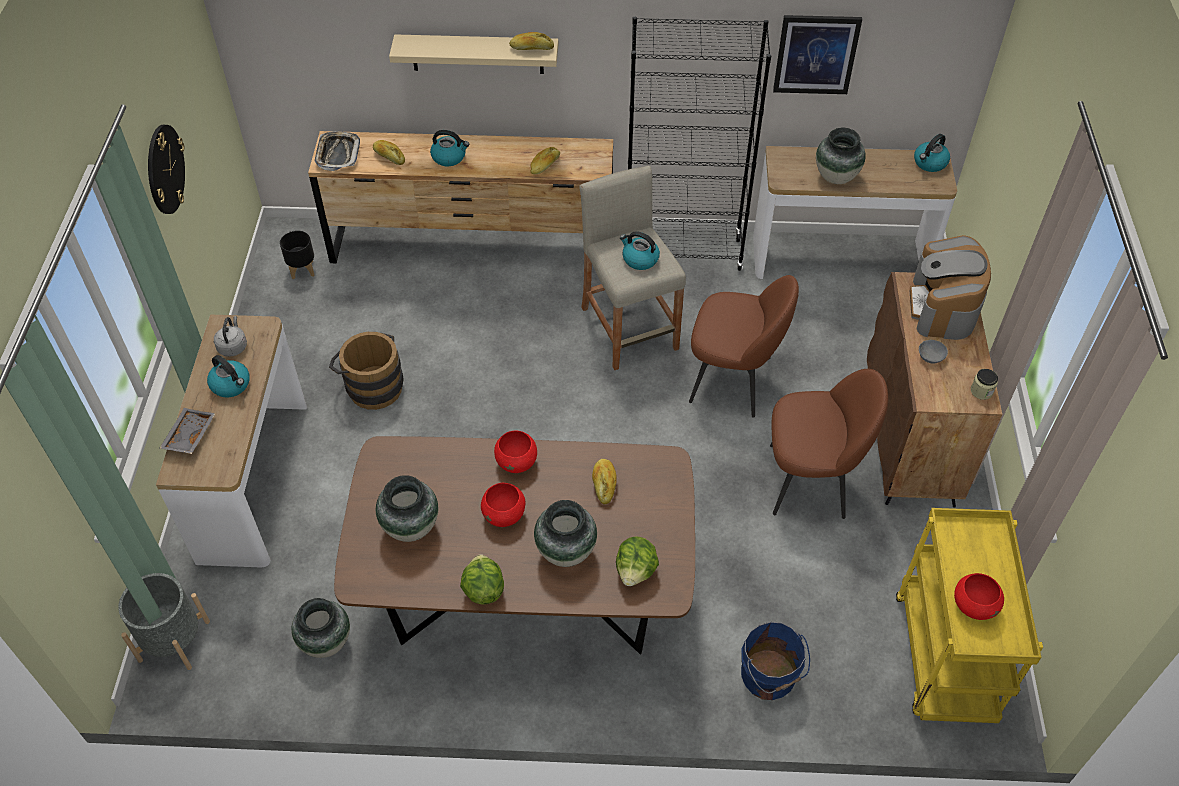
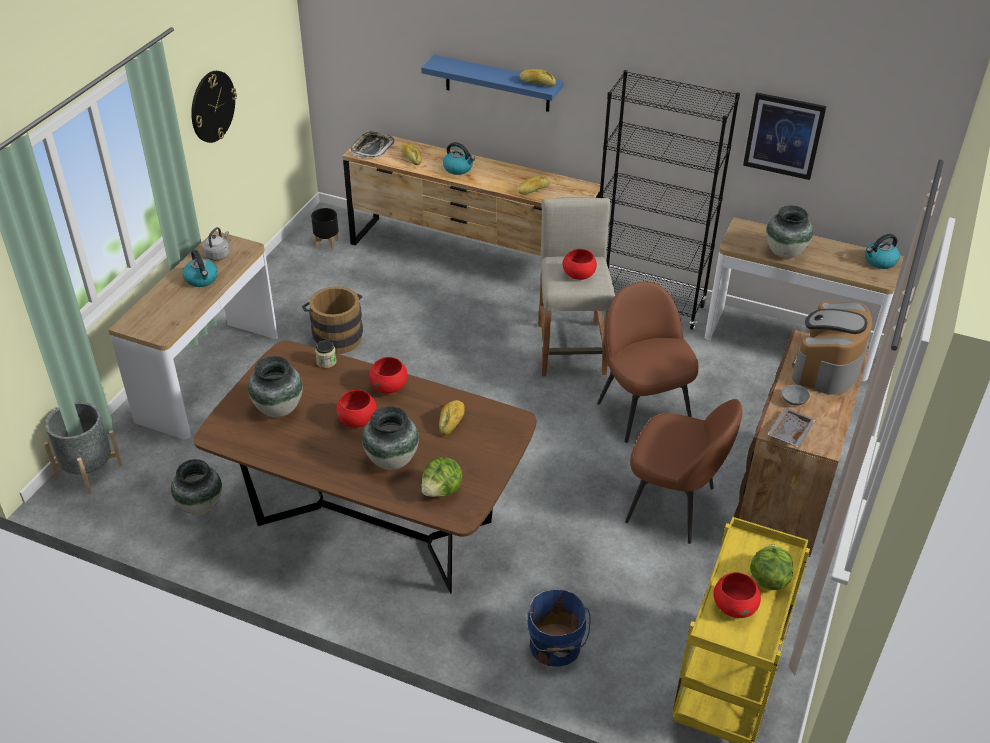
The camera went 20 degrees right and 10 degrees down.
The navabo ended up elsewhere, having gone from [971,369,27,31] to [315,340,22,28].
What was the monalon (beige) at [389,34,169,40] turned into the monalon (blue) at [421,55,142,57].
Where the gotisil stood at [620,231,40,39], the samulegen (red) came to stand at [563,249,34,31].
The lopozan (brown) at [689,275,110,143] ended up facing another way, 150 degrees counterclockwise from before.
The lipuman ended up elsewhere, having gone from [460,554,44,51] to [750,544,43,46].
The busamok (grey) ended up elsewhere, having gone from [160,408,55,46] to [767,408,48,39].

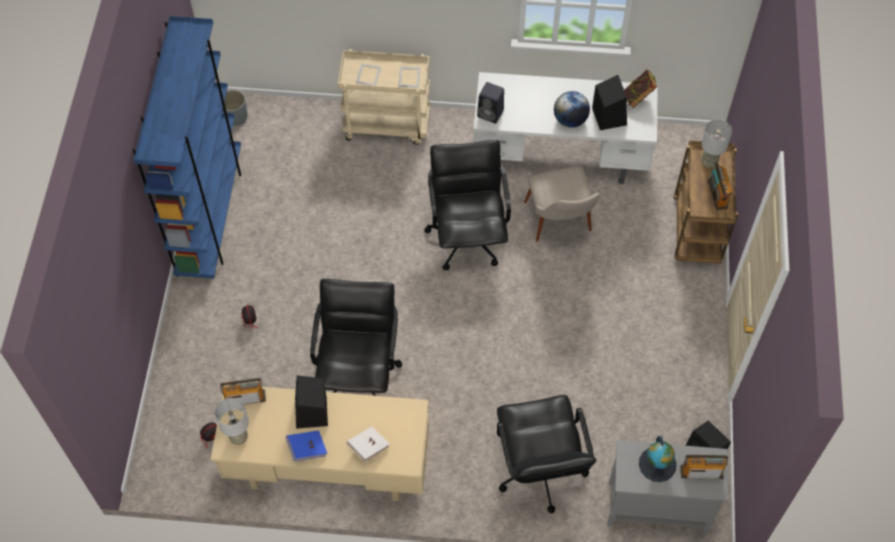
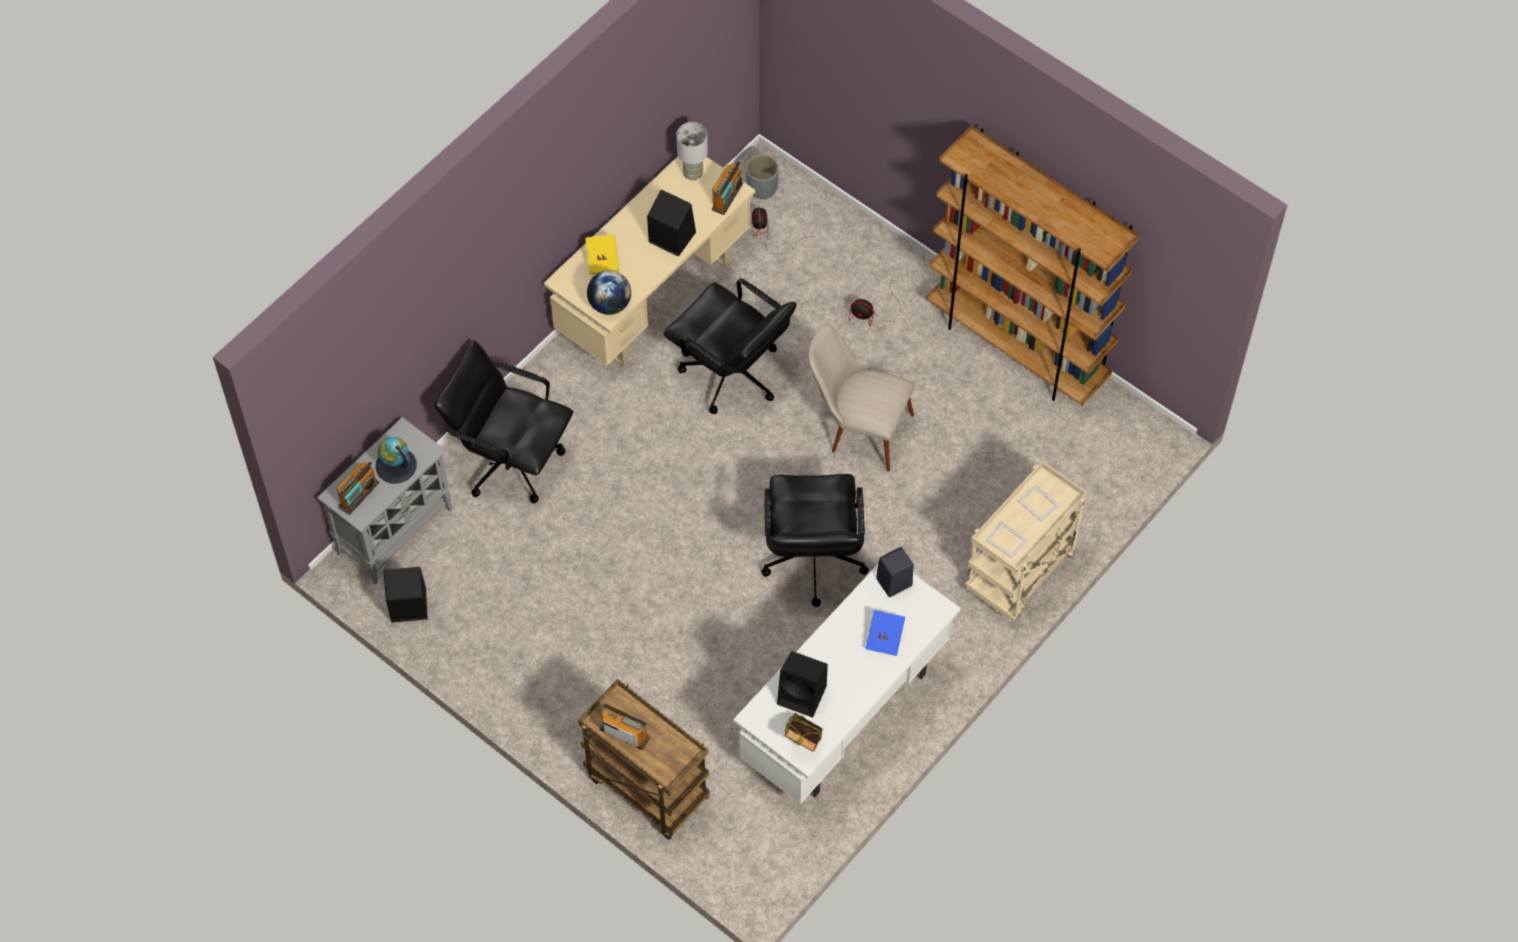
The camera went 125 degrees right and 0 degrees up.
What was the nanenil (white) at [346,427,44,35] turned into the nanenil (yellow) at [585,234,34,41].
The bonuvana ended up elsewhere, having gone from [554,91,36,37] to [587,270,44,45].
The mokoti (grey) ended up elsewhere, having gone from [222,90,26,36] to [746,154,33,46].
The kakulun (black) at [424,140,87,130] ended up facing another way, 60 degrees clockwise from before.
The lopozan (beige) ended up elsewhere, having gone from [524,166,76,76] to [808,324,106,148].
The nanenil (blue) ended up elsewhere, having gone from [286,430,41,32] to [865,610,40,46].
What was the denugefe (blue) at [133,16,108,263] turned into the denugefe (brown) at [926,125,214,281].
The second view lost the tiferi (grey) at [701,119,31,49].

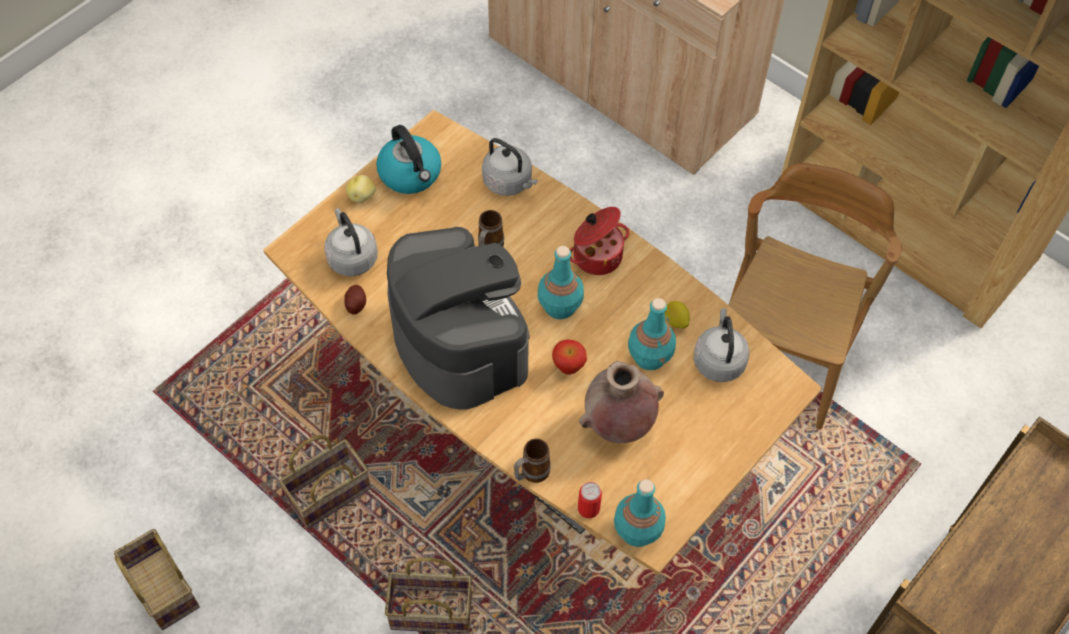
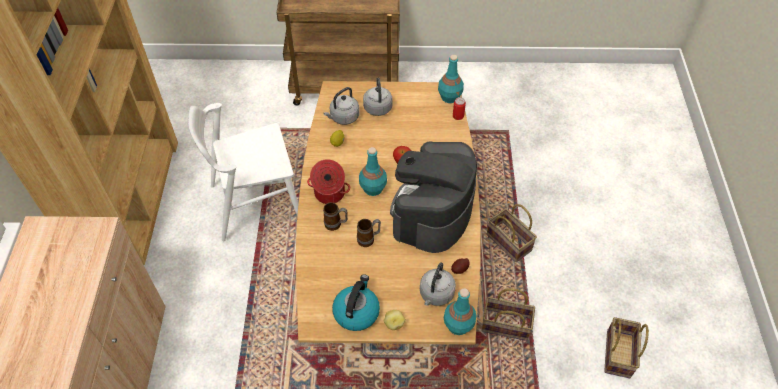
The camera went 130 degrees left and 5 degrees down.
What was the lopozan (brown) at [729,163,173,267] turned into the lopozan (white) at [188,103,110,138].
The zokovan ended up elsewhere, having gone from [514,438,37,45] to [323,202,24,29].
The gotisil (grey) ended up elsewhere, having gone from [482,138,56,58] to [363,77,30,39].
The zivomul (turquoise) ended up elsewhere, having gone from [628,298,48,72] to [444,288,32,47].
The second view lost the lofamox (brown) at [579,361,85,82].

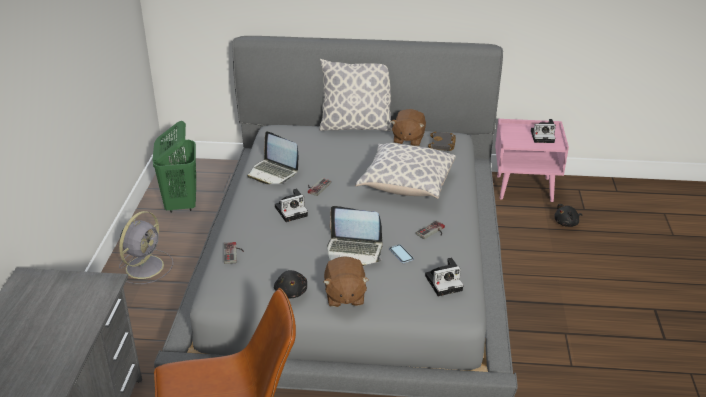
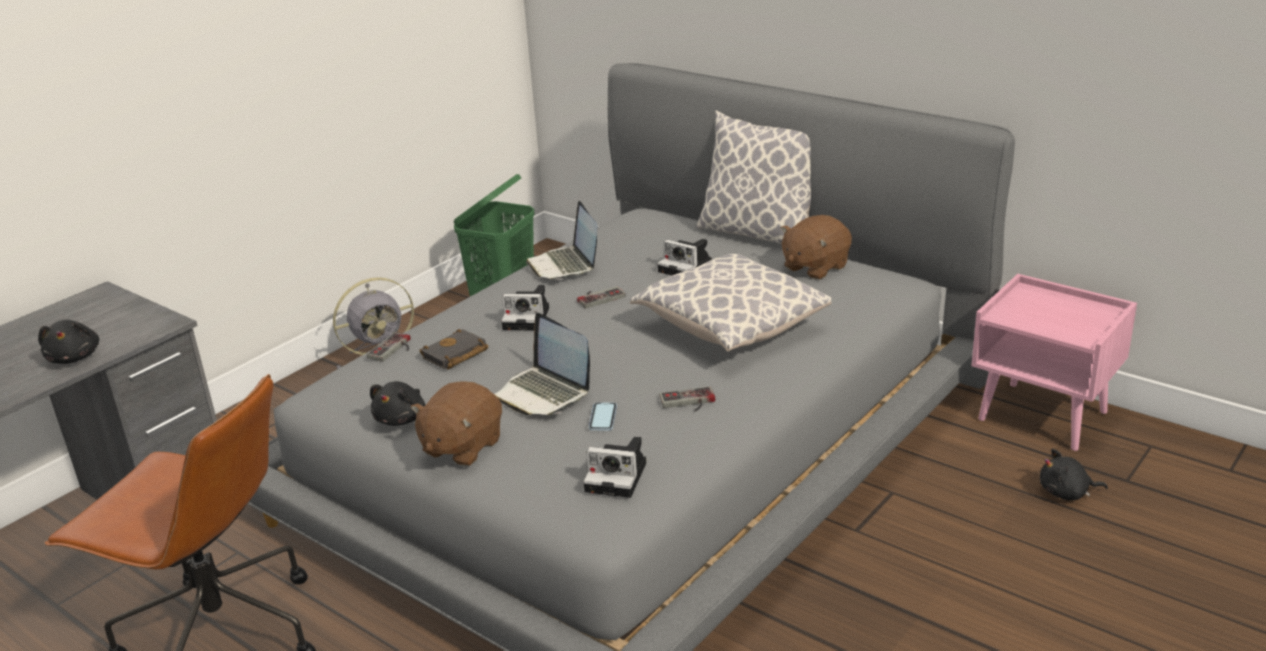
The camera went 35 degrees right and 5 degrees down.
The second view gained the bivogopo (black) at [38,320,61,44].
The nanenil (black) ended up elsewhere, having gone from [428,132,28,19] to [419,329,69,41].
The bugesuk ended up elsewhere, having gone from [531,119,25,24] to [657,239,55,37].

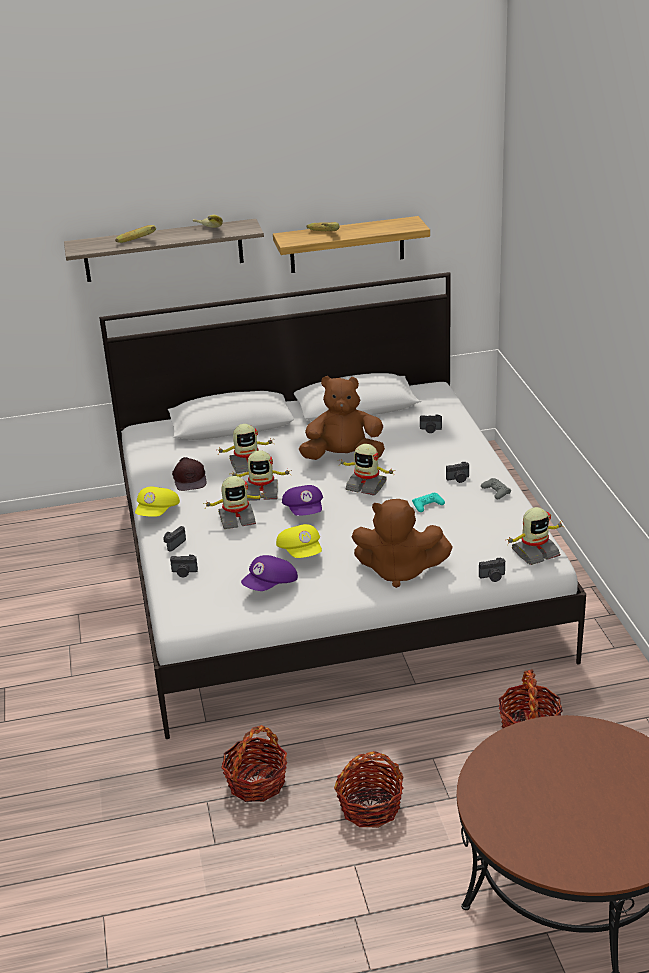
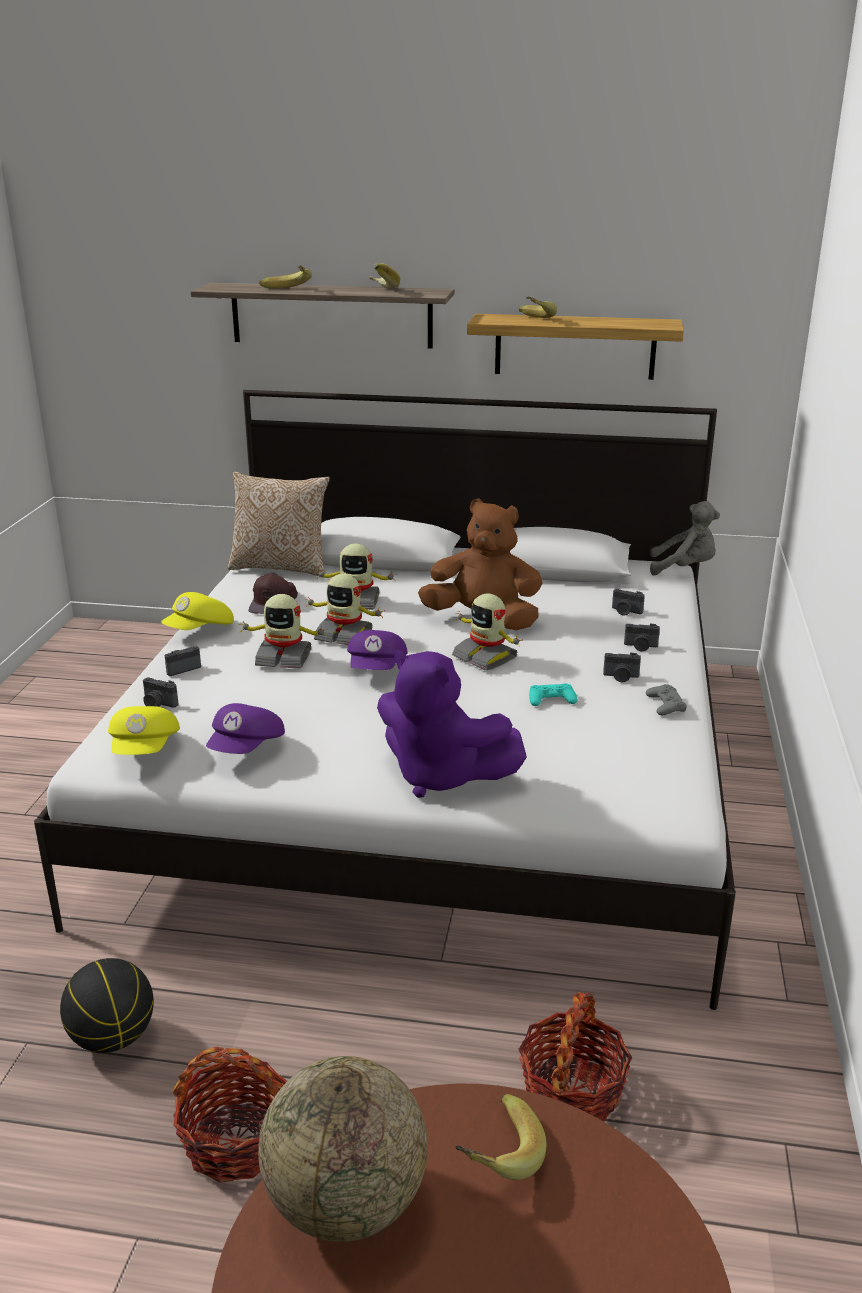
The camera went 20 degrees right and 5 degrees down.
Where the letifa stood at [221,725,66,77], the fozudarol came to stand at [60,958,94,95].
The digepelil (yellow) ended up elsewhere, having gone from [276,524,46,34] to [108,706,72,49].
The digepelil (purple) at [241,555,57,36] ended up facing another way, 45 degrees counterclockwise from before.
The second view gained the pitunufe at [228,472,102,104].
The second view gained the bonuvana at [258,1056,170,186].
What was the bivogopo (brown) at [352,499,101,89] turned into the bivogopo (purple) at [377,650,150,148].
The second view gained the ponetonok at [455,1094,91,86].
The bugesuk ended up elsewhere, having gone from [479,558,26,24] to [624,623,36,28].
The second view gained the bivogopo (grey) at [650,501,70,75].
The second view lost the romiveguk at [507,507,57,58].

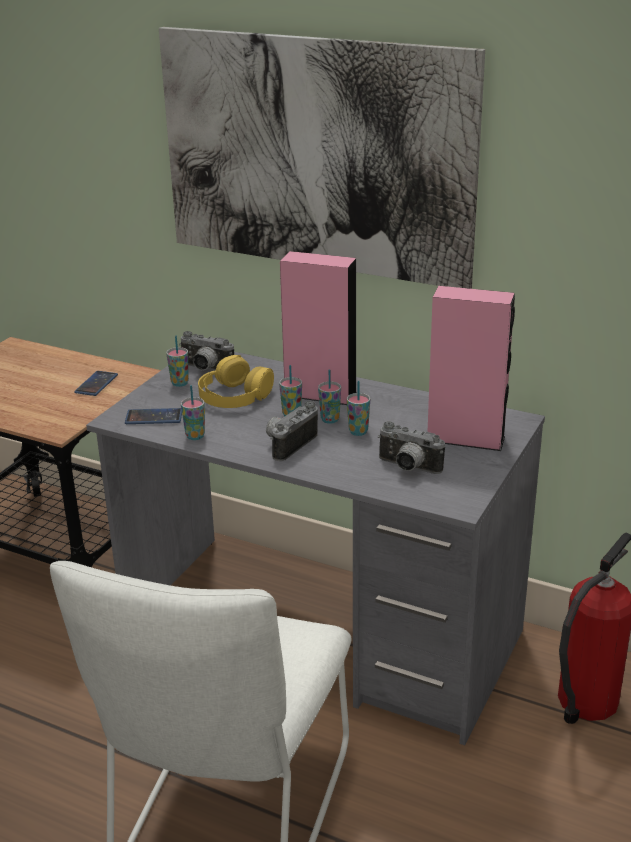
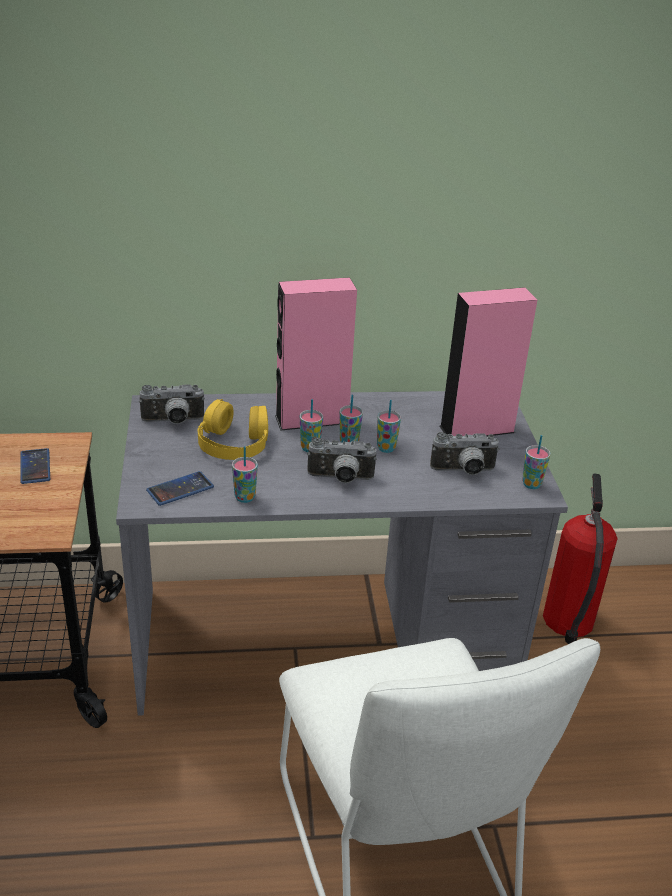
The camera went 35 degrees left and 5 degrees up.
The bugesuk at [266,401,52,60] ended up facing another way, 90 degrees counterclockwise from before.
The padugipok ended up elsewhere, having gone from [166,336,23,51] to [522,435,29,54].
The second view lost the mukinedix at [159,27,326,262].

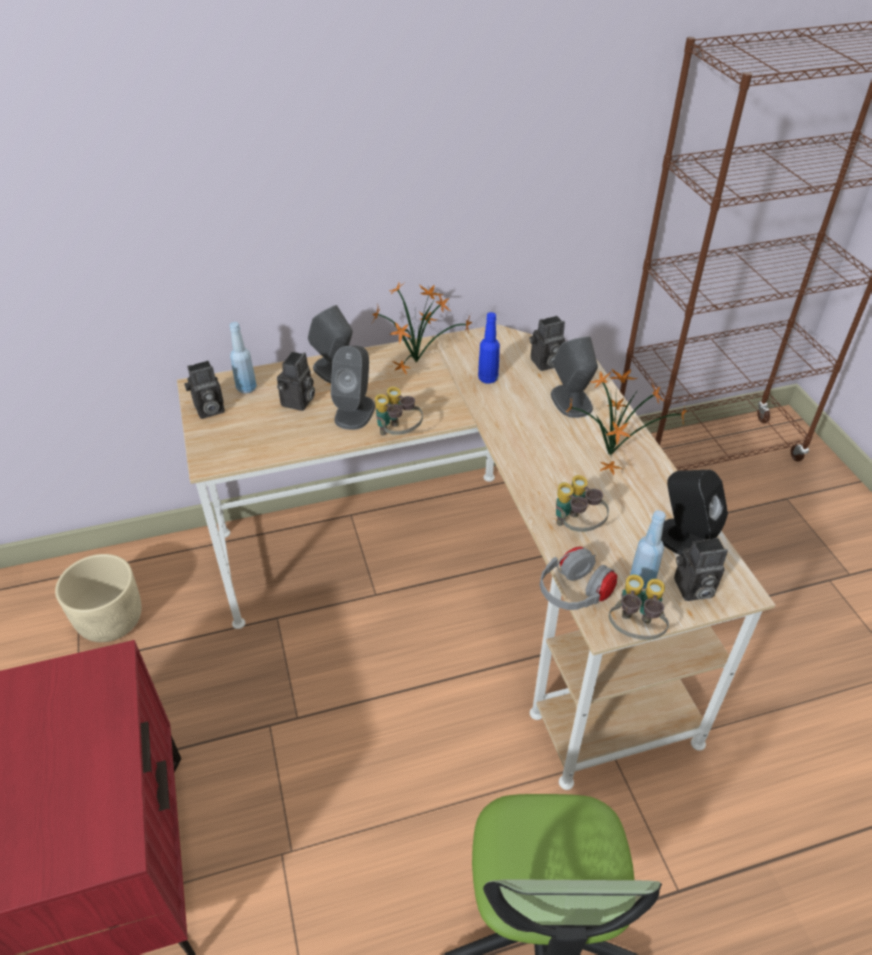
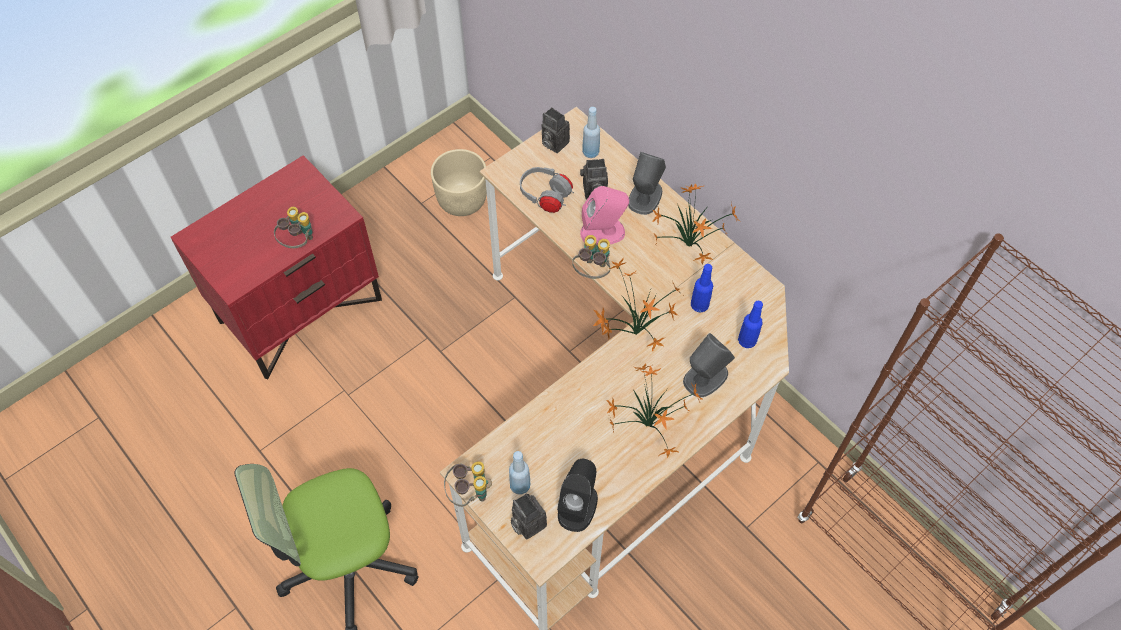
The camera went 65 degrees right and 15 degrees up.
The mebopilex ended up elsewhere, having gone from [556,475,53,57] to [274,207,39,41].
The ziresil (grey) ended up elsewhere, having gone from [540,546,77,64] to [520,167,54,46].
What was the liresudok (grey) at [331,346,44,84] turned into the liresudok (pink) at [580,186,49,59].
The second view gained the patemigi at [593,257,89,95].
Where the bugesuk stood at [530,316,35,55], the zivomul (blue) came to stand at [738,301,25,47].

